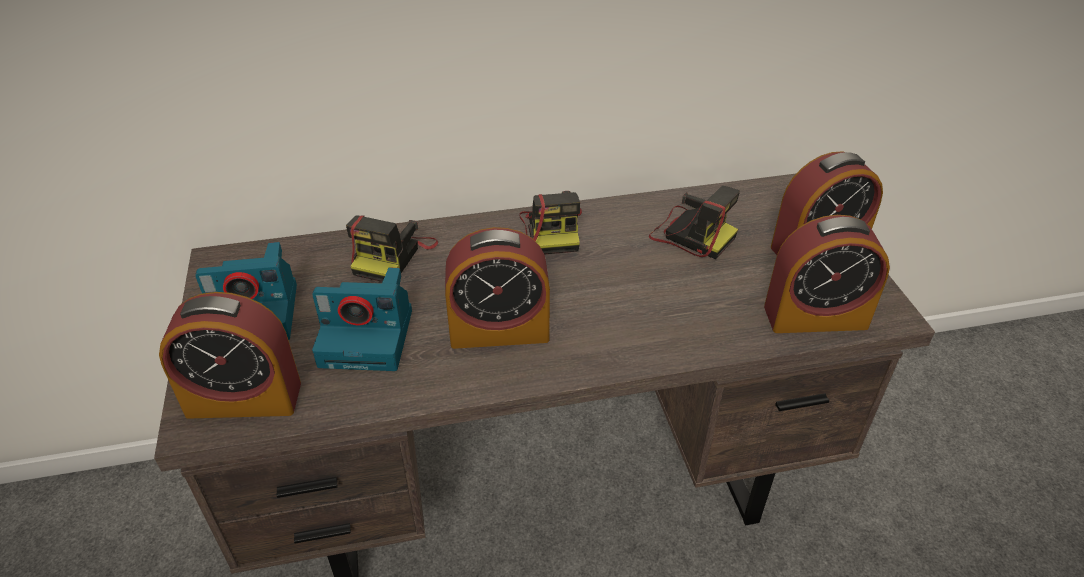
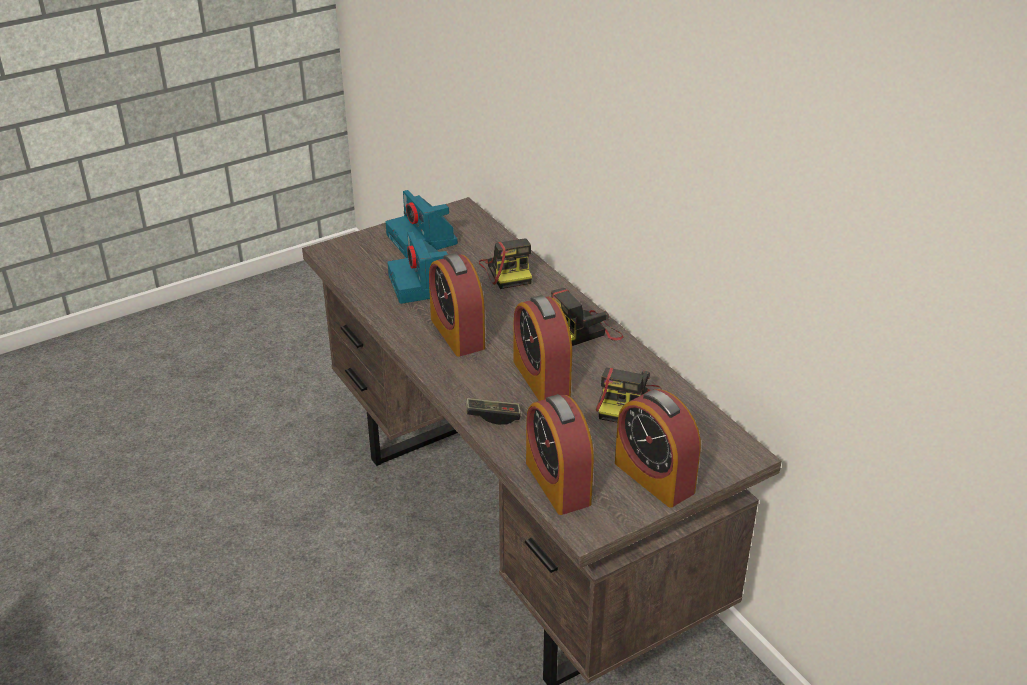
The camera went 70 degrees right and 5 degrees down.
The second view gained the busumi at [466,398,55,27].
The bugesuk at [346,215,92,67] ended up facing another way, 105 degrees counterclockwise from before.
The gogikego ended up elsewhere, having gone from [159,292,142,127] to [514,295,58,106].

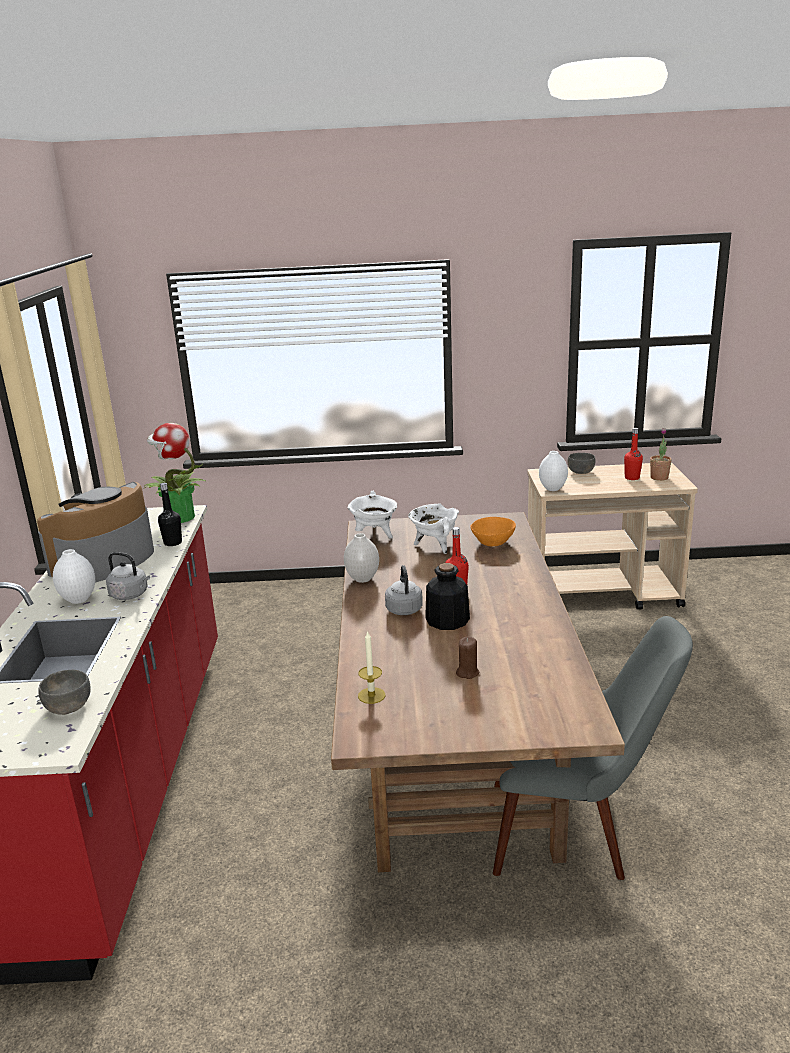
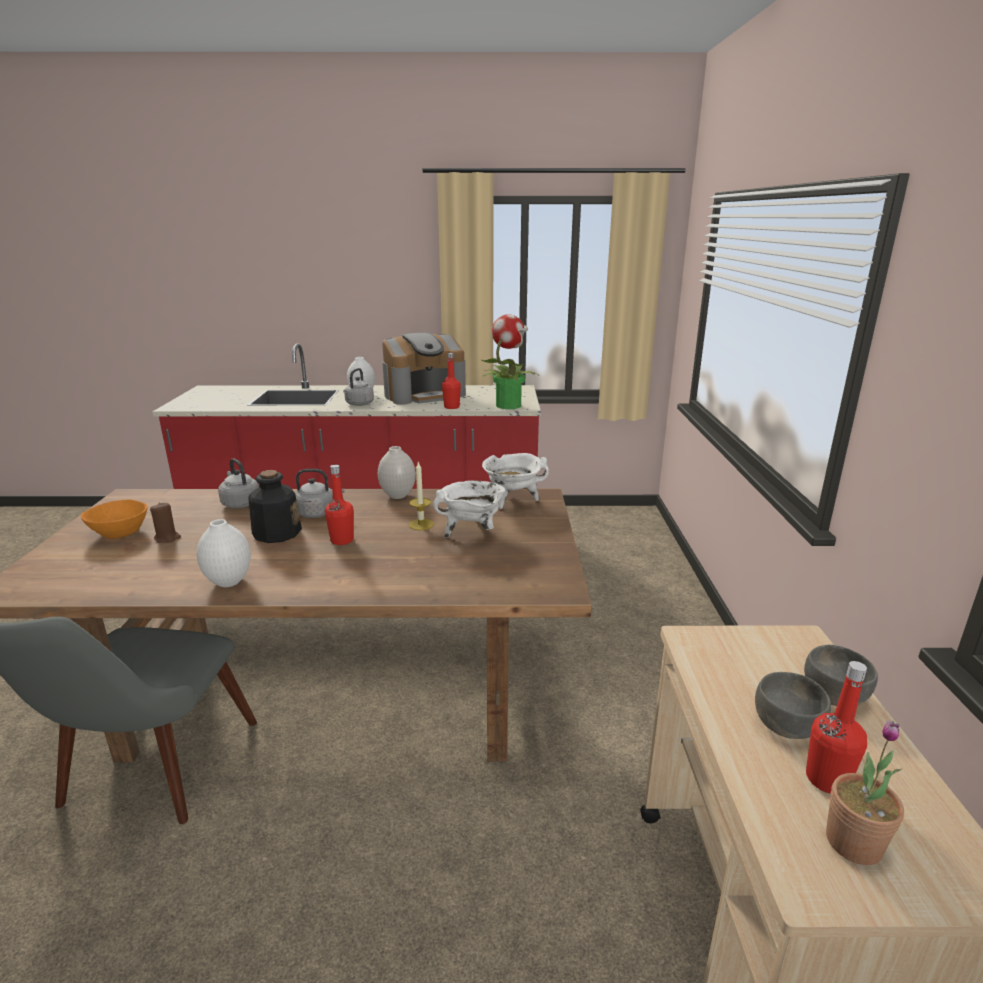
The camera went 90 degrees right and 0 degrees up.
The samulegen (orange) ended up elsewhere, having gone from [470,517,46,29] to [81,499,67,40].
The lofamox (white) ended up elsewhere, having gone from [539,451,29,40] to [197,519,54,68].
The second view gained the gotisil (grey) at [218,458,41,50].
The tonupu at [37,482,117,101] ended up facing another way, 120 degrees clockwise from before.
The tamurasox ended up elsewhere, having gone from [358,631,27,73] to [409,462,25,68].
What was the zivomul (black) at [158,483,24,63] turned into the zivomul (red) at [442,353,19,56].
The samulegen (grey) ended up elsewhere, having gone from [38,670,52,45] to [755,672,76,67].

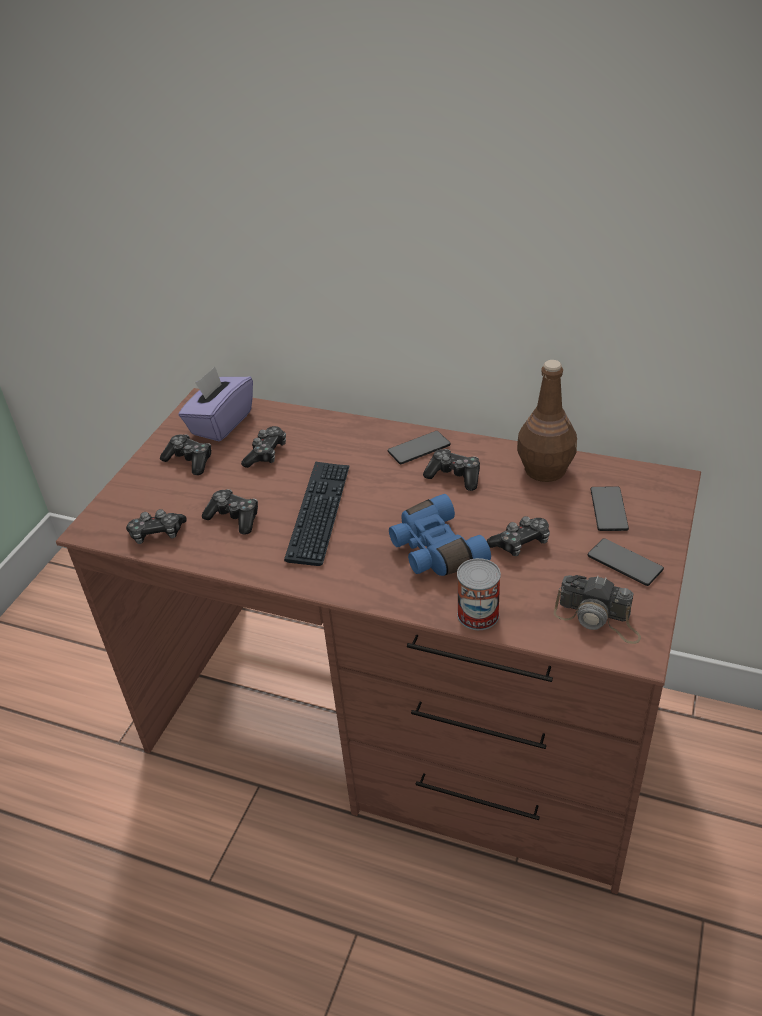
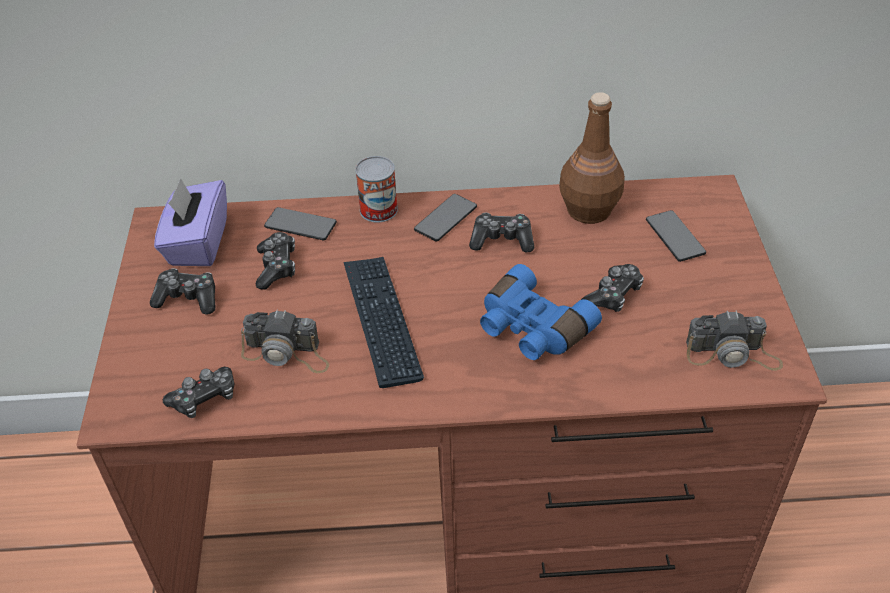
The camera went 25 degrees left and 5 degrees up.
Where the busumi stood at [202,489,56,46], the bugesuk came to stand at [241,310,88,63].
The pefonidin ended up elsewhere, having gone from [588,538,76,48] to [264,207,73,33].
The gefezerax ended up elsewhere, having gone from [457,558,44,72] to [355,156,43,67].

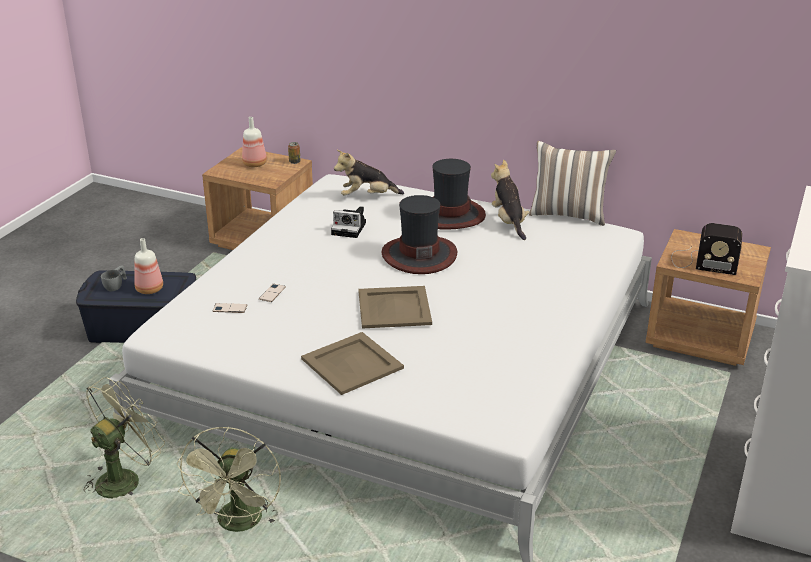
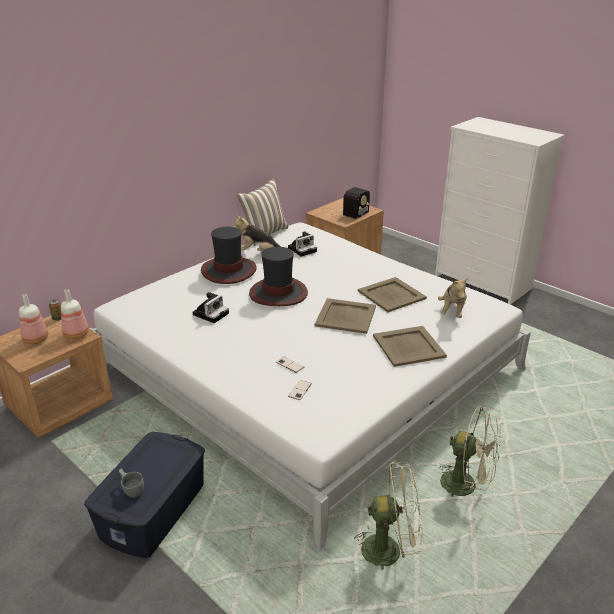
The camera went 70 degrees left and 0 degrees up.
The zivomul ended up elsewhere, having gone from [134,238,29,56] to [61,289,28,50].
The second view gained the bugesuk at [288,231,29,26].
The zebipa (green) at [83,377,82,121] ended up facing another way, 120 degrees clockwise from before.
The second view gained the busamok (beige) at [358,277,69,35].
The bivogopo ended up elsewhere, having gone from [334,150,70,46] to [438,278,30,40].

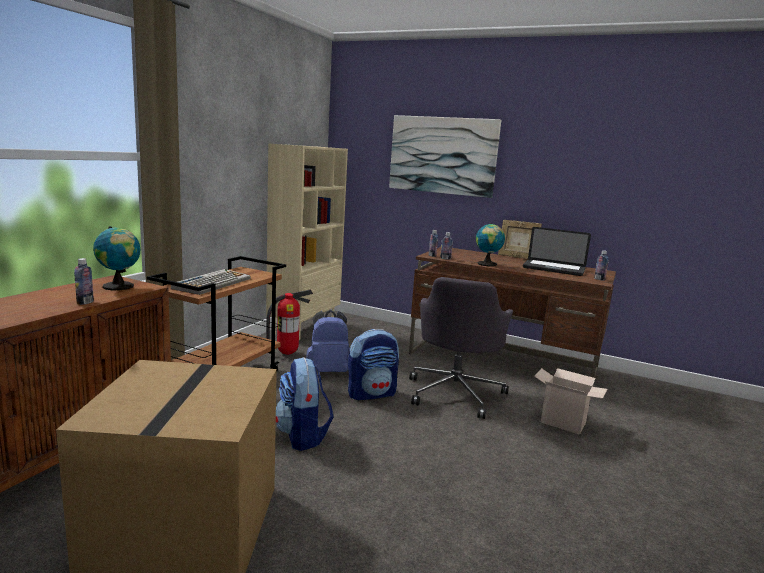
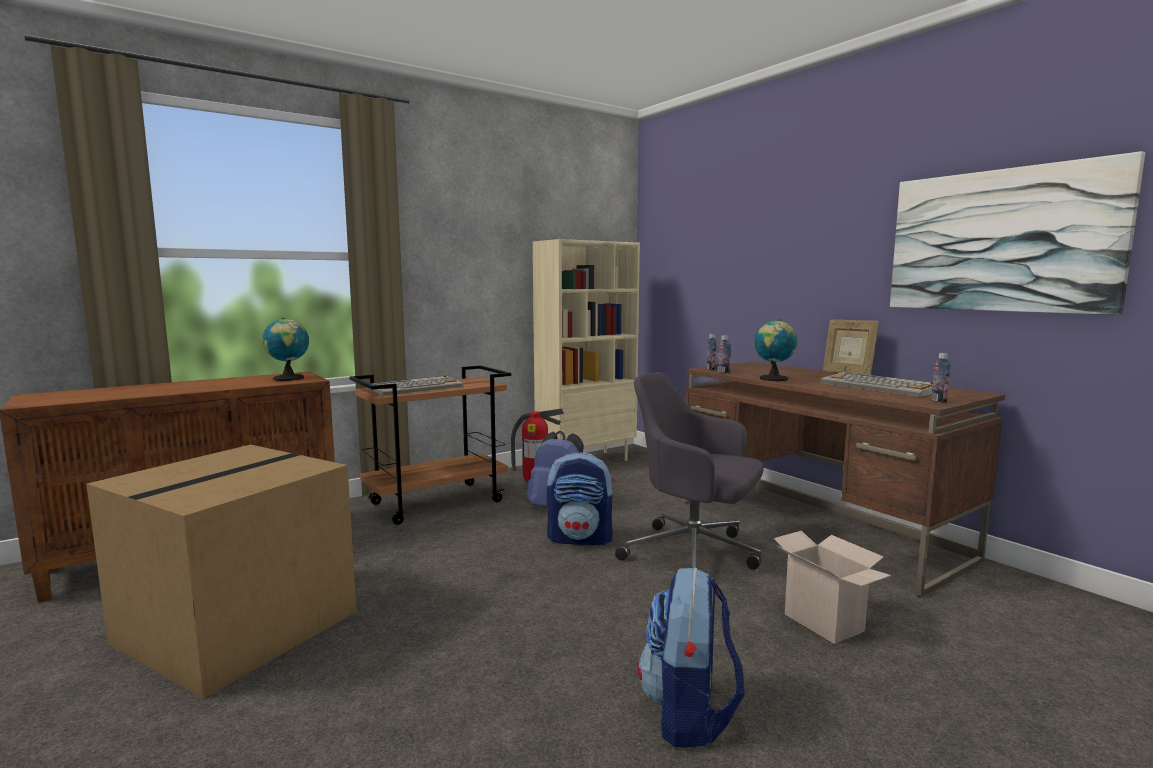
The camera went 30 degrees right and 5 degrees down.
The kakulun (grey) at [409,277,104,142] ended up facing another way, 75 degrees clockwise from before.
The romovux ended up elsewhere, having gone from [276,357,58,94] to [638,567,107,181].
Where the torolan stood at [523,227,68,49], the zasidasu came to stand at [821,372,112,25].
The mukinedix ended up elsewhere, having gone from [389,115,112,83] to [890,151,255,164].
The second view lost the zivomul at [74,258,20,47].

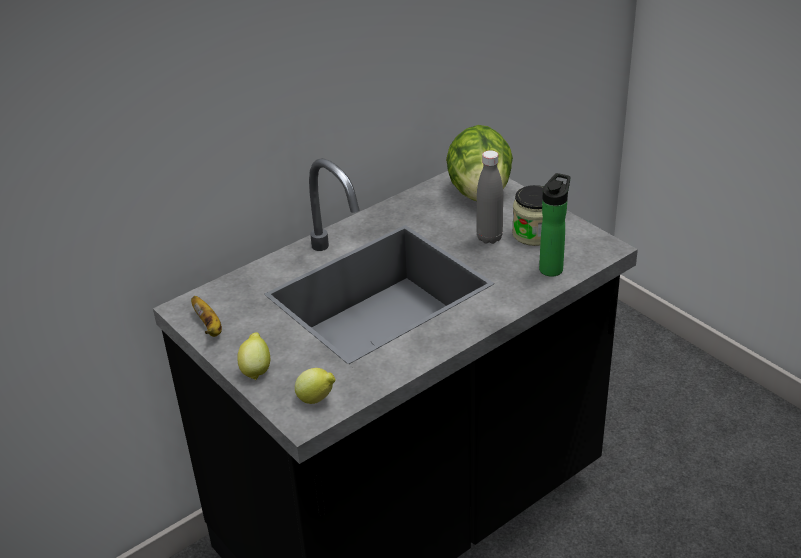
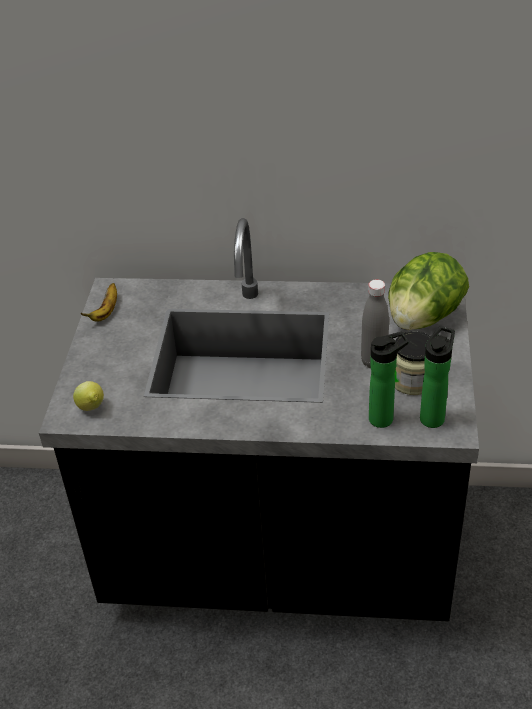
The camera went 45 degrees right and 5 degrees up.
The second view gained the zivomul at [420,326,35,102].
The second view lost the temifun at [237,332,33,48].

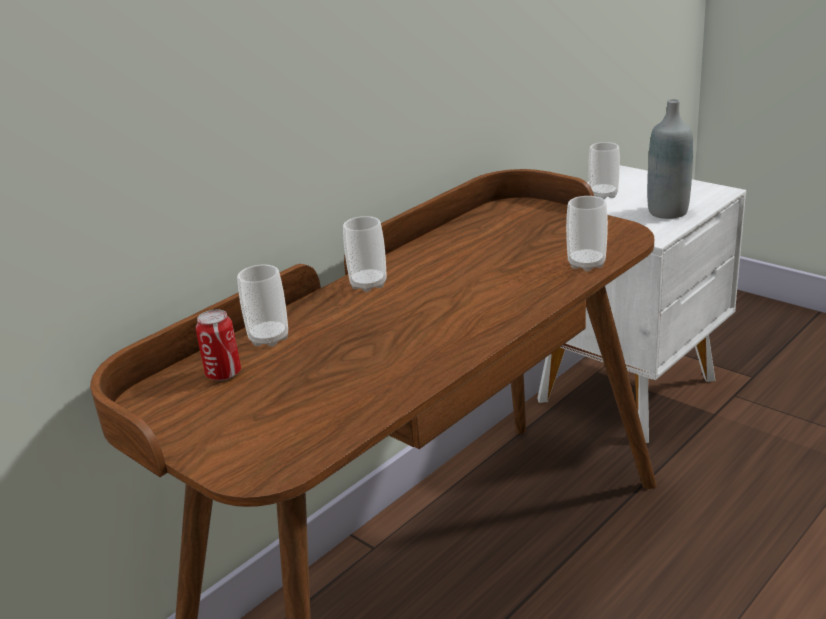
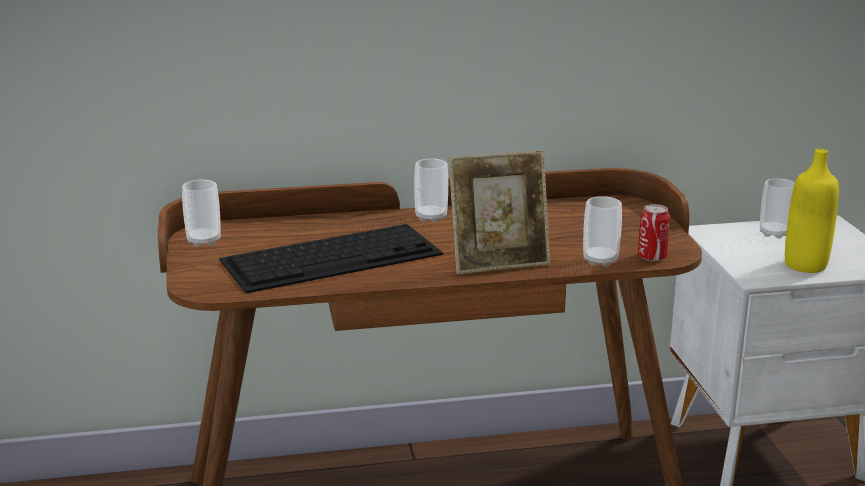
The camera went 35 degrees right and 5 degrees down.
The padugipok ended up elsewhere, having gone from [237,264,51,83] to [182,180,39,67].
The second view gained the zasidasu at [219,224,224,69].
The second view gained the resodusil at [449,150,102,125].
The gefezerax ended up elsewhere, having gone from [196,310,45,71] to [638,204,32,58].
What was the zivomul (grey) at [647,99,46,120] turned into the zivomul (yellow) at [785,149,54,124].

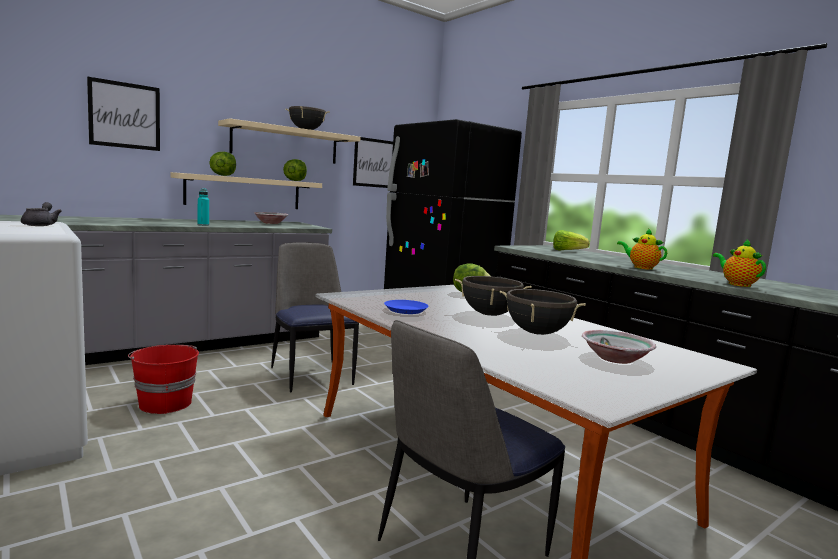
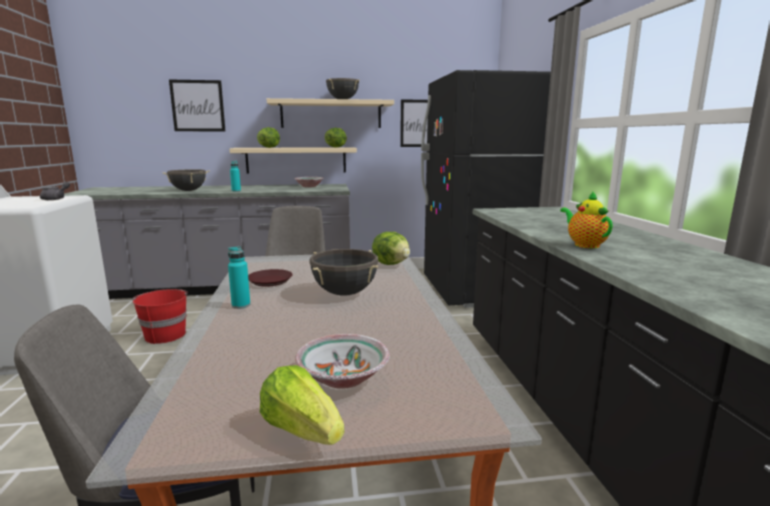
The camera went 30 degrees right and 5 degrees up.
The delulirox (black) ended up elsewhere, having gone from [500,289,86,46] to [162,169,48,22].
The second view gained the zivomul (turquoise) at [228,246,22,63].
What was the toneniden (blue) at [384,300,45,14] turned into the toneniden (brown) at [248,269,45,18].
The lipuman ended up elsewhere, having gone from [553,230,37,21] to [260,365,85,80].
The second view lost the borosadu at [713,239,53,48].

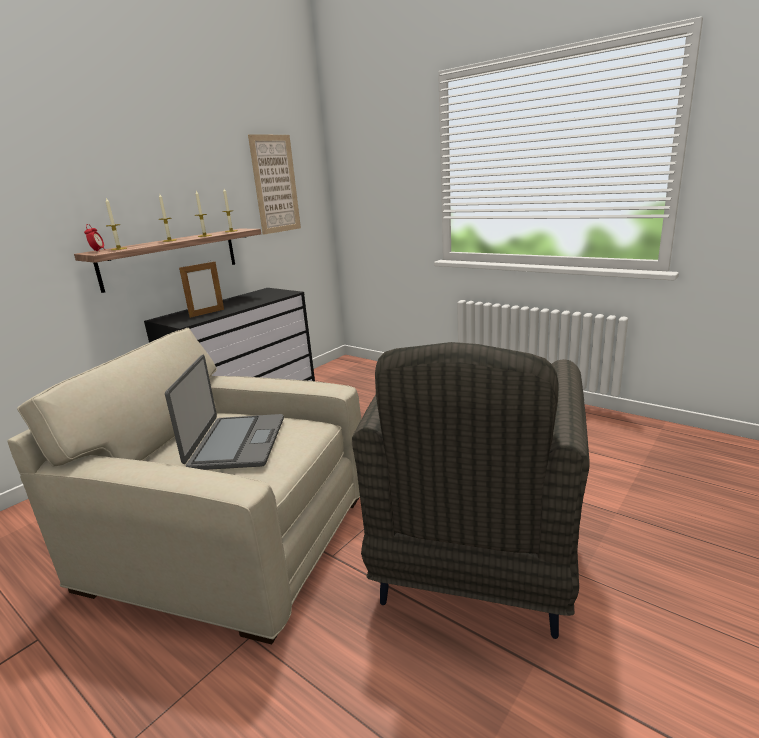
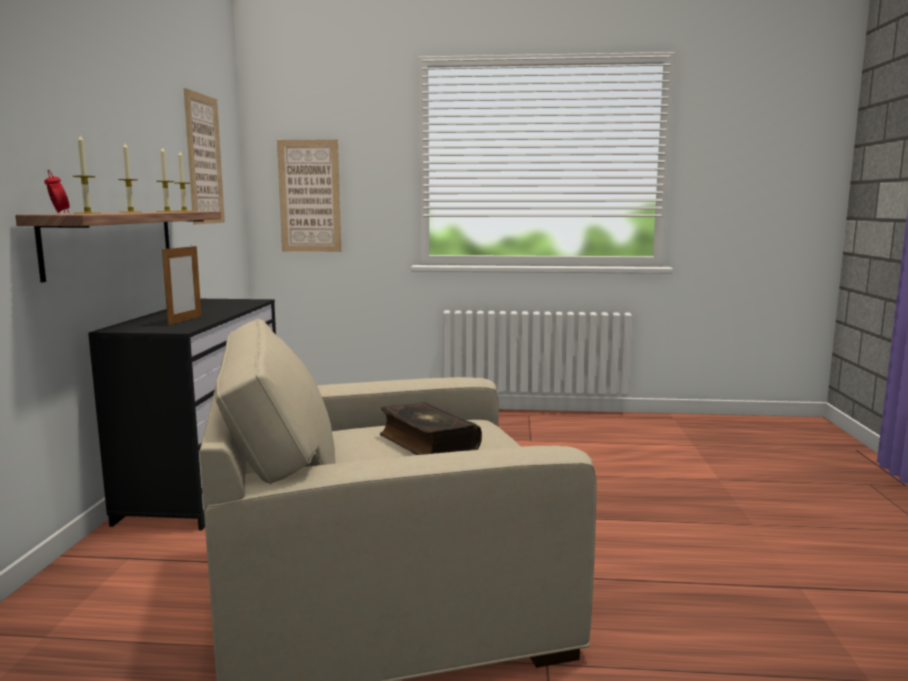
The camera went 35 degrees left and 10 degrees down.
The second view gained the mukinedix at [277,139,64,113].
Where the torolan stood at [165,355,119,115], the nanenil came to stand at [380,402,102,53].
The second view lost the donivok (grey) at [352,342,238,297].

